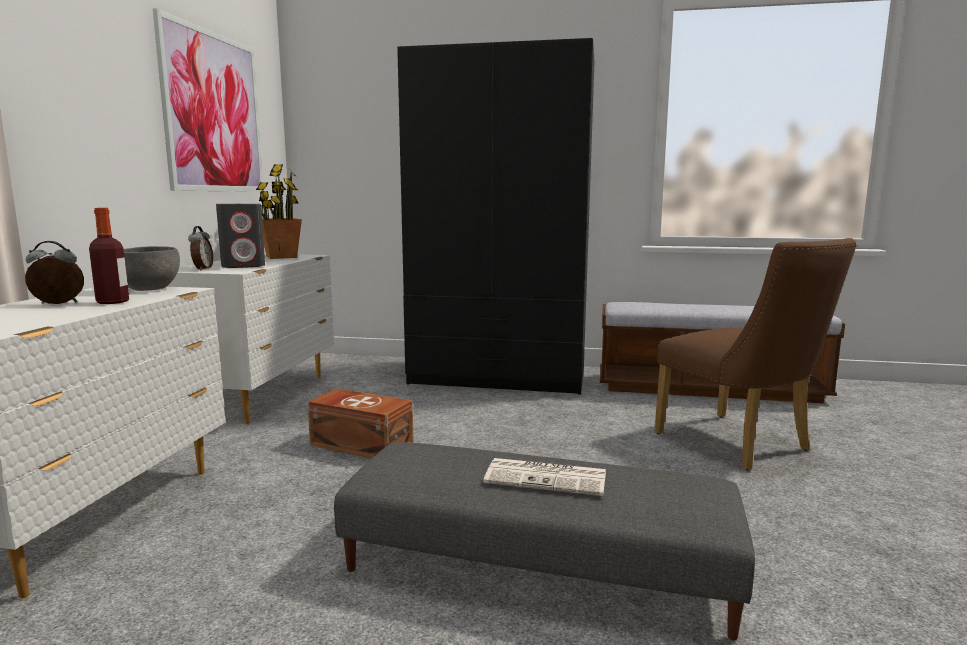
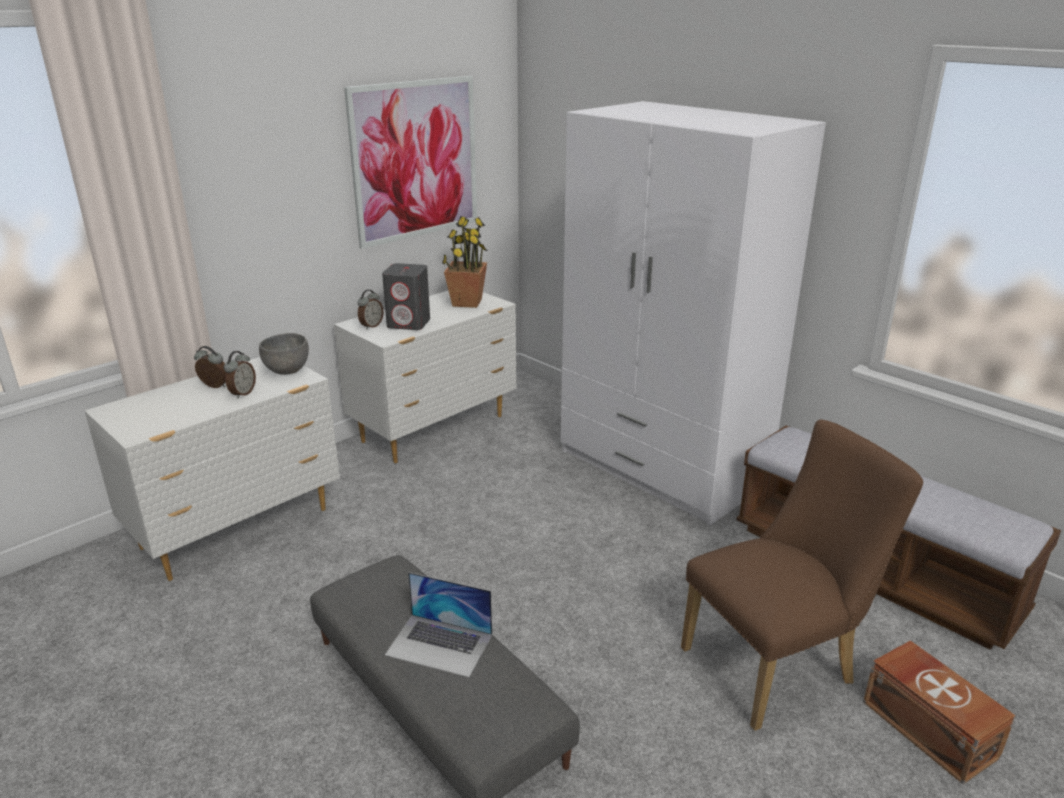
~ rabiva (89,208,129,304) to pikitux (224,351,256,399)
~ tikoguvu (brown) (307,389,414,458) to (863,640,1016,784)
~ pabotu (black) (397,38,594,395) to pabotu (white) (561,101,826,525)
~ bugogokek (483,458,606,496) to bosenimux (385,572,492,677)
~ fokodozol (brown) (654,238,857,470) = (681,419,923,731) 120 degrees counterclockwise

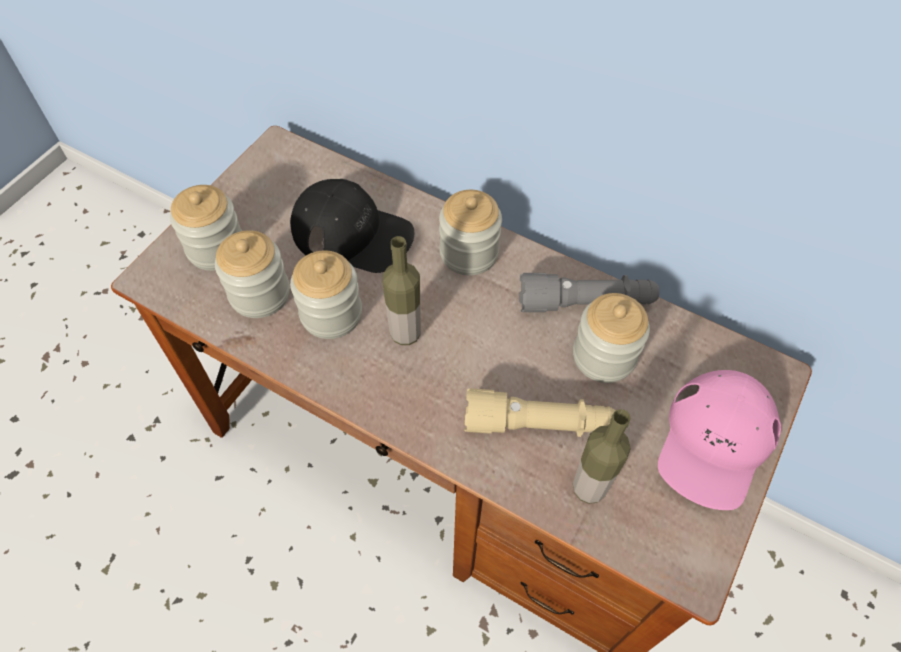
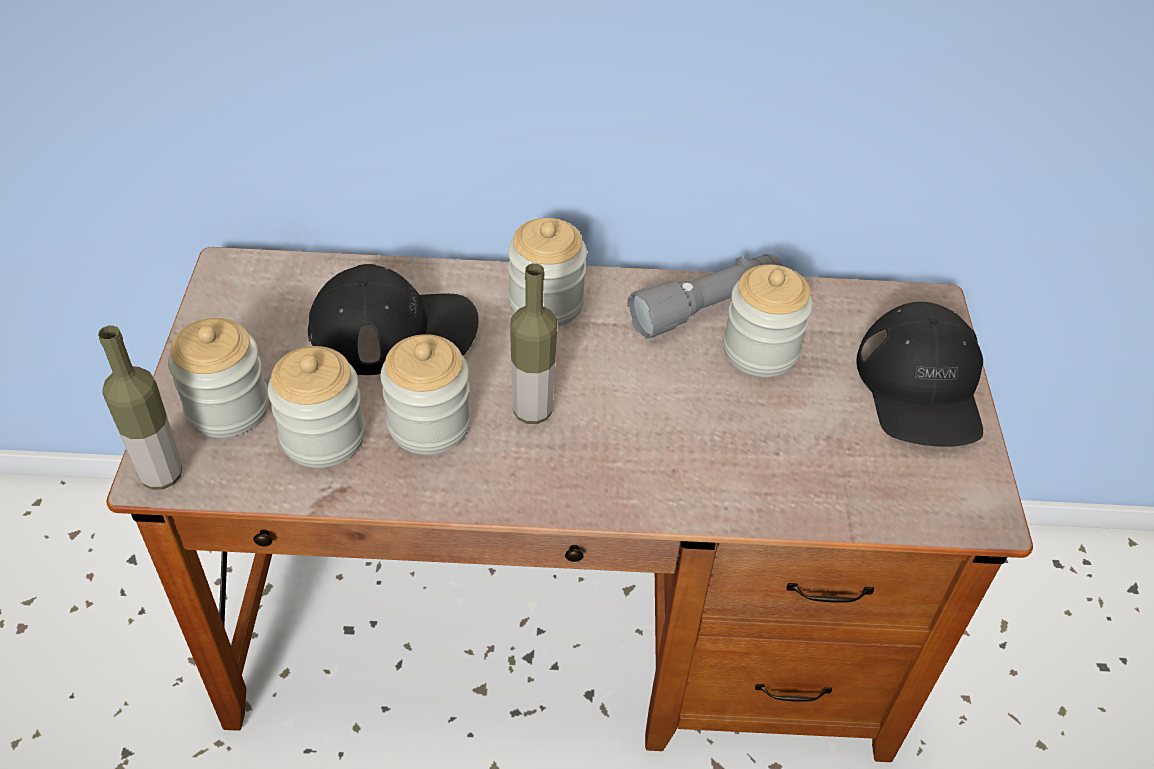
- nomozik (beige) (464,388,616,437)
~ rabiva (573,409,631,504) to (98,325,182,490)
~ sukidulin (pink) (658,370,781,510) to sukidulin (black) (856,302,983,447)

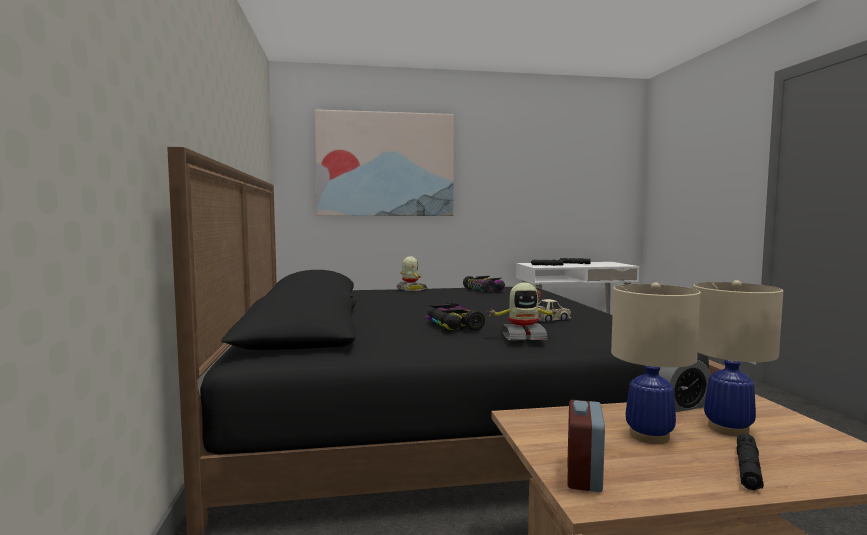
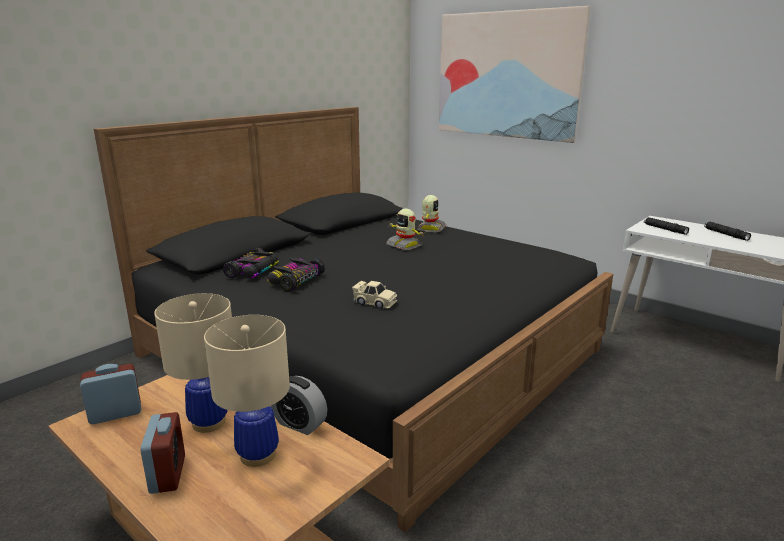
~ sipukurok (463,276,505,293) to (223,247,279,279)
~ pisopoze (487,283,559,341) to (386,209,423,250)
~ nomozik (black) (736,433,764,491) to pikitux (140,412,185,494)

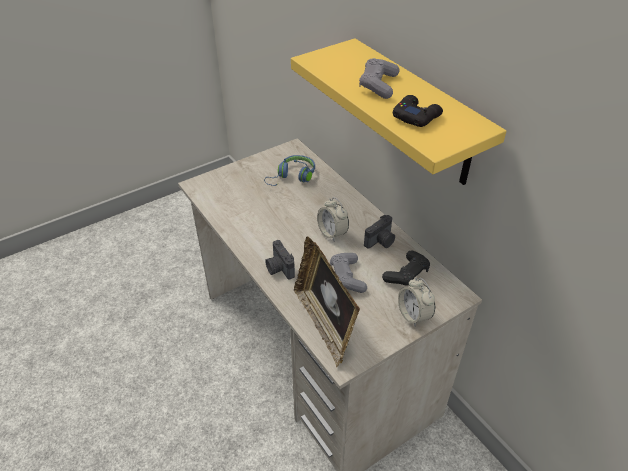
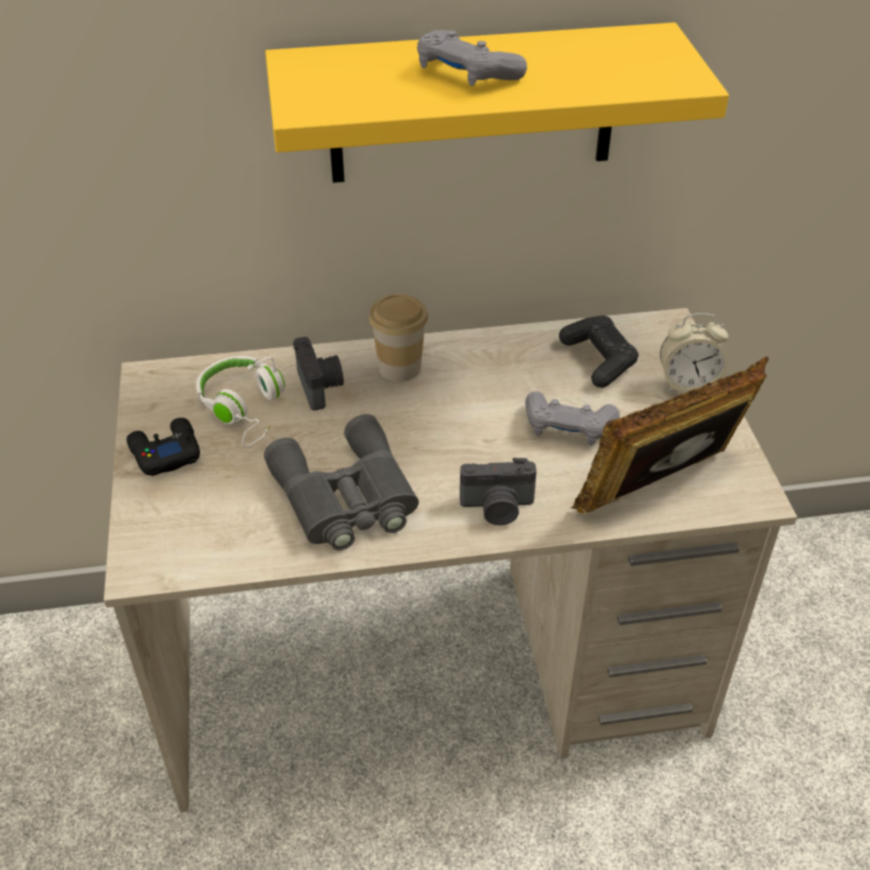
~ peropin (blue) (264,155,315,186) to peropin (white) (196,356,285,447)
~ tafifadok (294,236,360,367) = (570,356,770,514) 150 degrees clockwise
- pikitux (317,197,349,241)
~ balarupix (364,215,395,248) to (293,337,344,410)
~ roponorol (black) (393,95,443,127) to (127,418,200,476)
+ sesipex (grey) (264,414,419,550)
+ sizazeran (369,293,428,382)

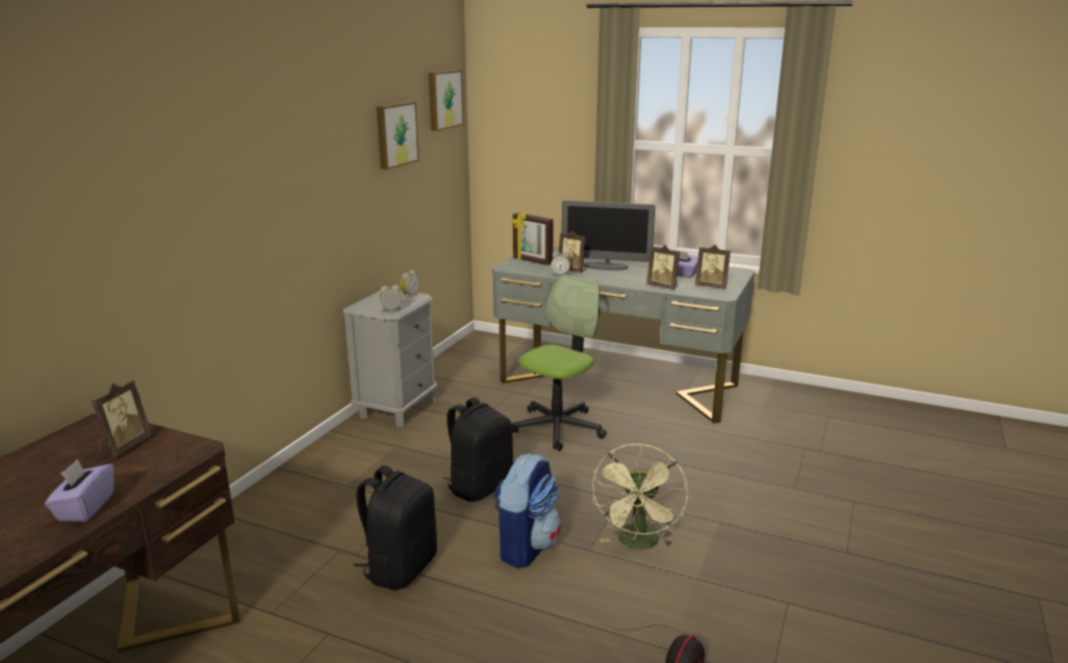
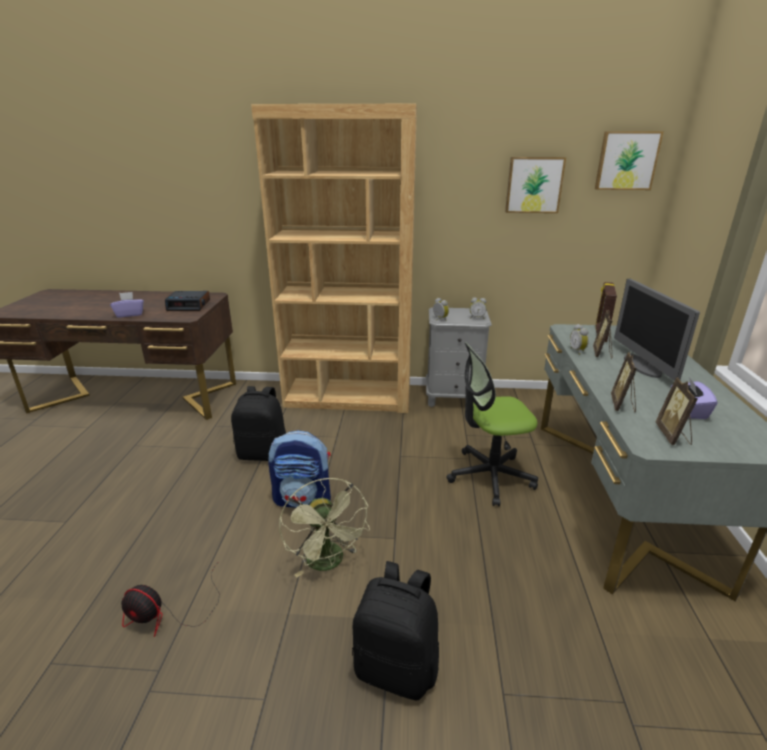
~ tafifadok (91,380,152,458) to pikitux (165,291,210,311)
~ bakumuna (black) (443,397,513,502) to (352,561,439,700)
~ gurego (512,275,607,451) = (447,342,538,506) 150 degrees clockwise
~ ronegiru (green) (592,443,688,549) = (279,478,370,578) 105 degrees counterclockwise
+ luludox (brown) (251,104,417,413)

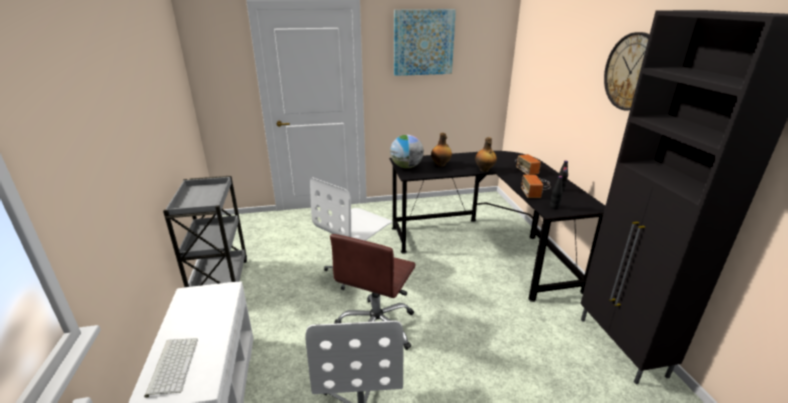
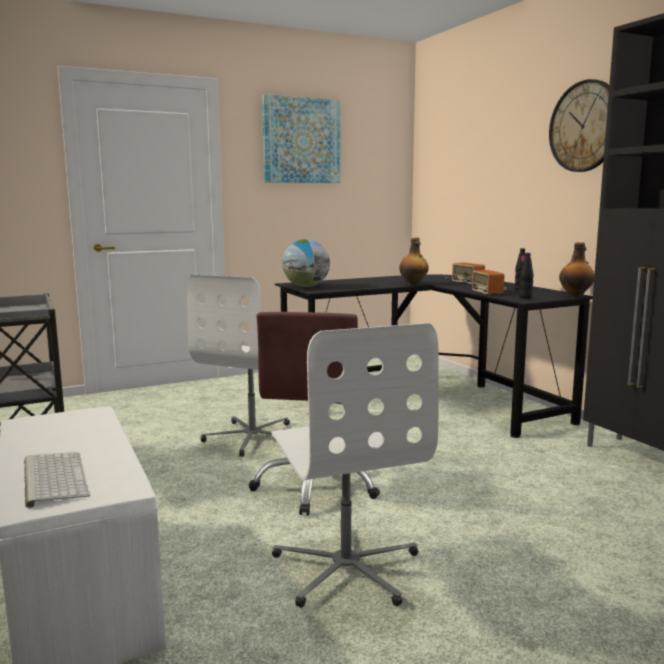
~ rabiva (431,133,452,167) to (559,242,595,297)

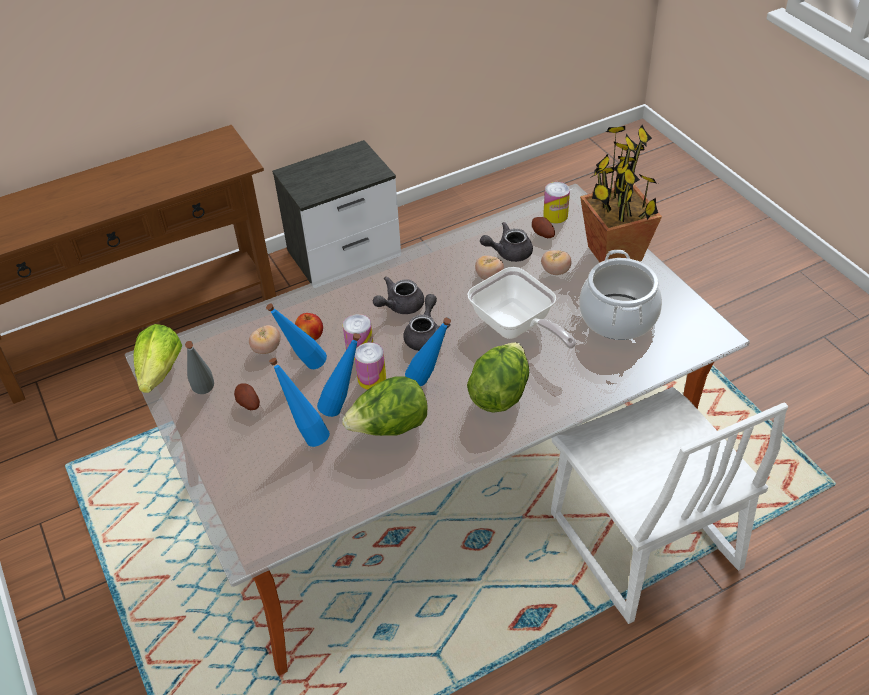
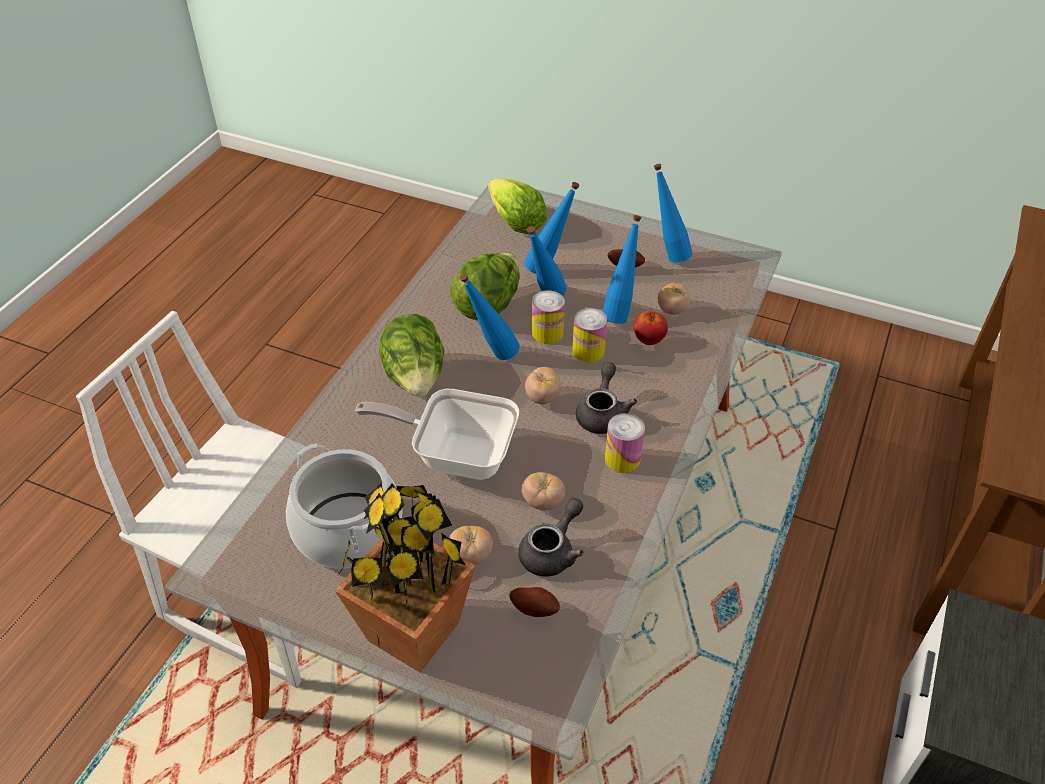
~ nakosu (134,324,182,393) to (488,178,547,234)
~ rabiva (grey) (185,341,214,394) to rabiva (blue) (654,164,693,263)
~ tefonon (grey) (403,294,451,351) to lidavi (525,367,561,404)
~ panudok (543,182,570,223) to (605,413,645,473)

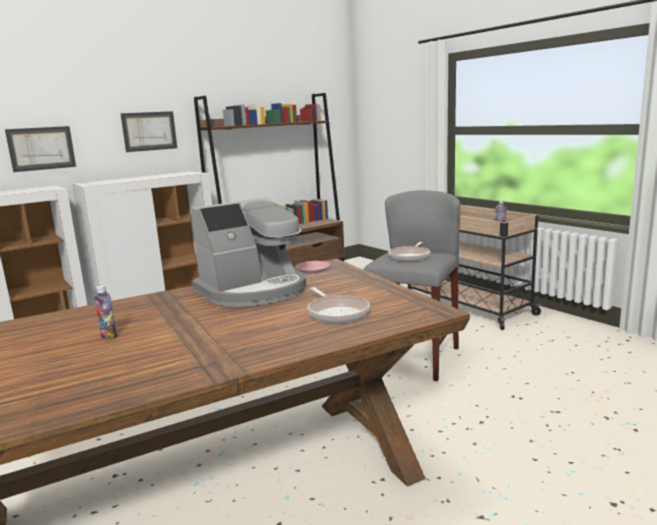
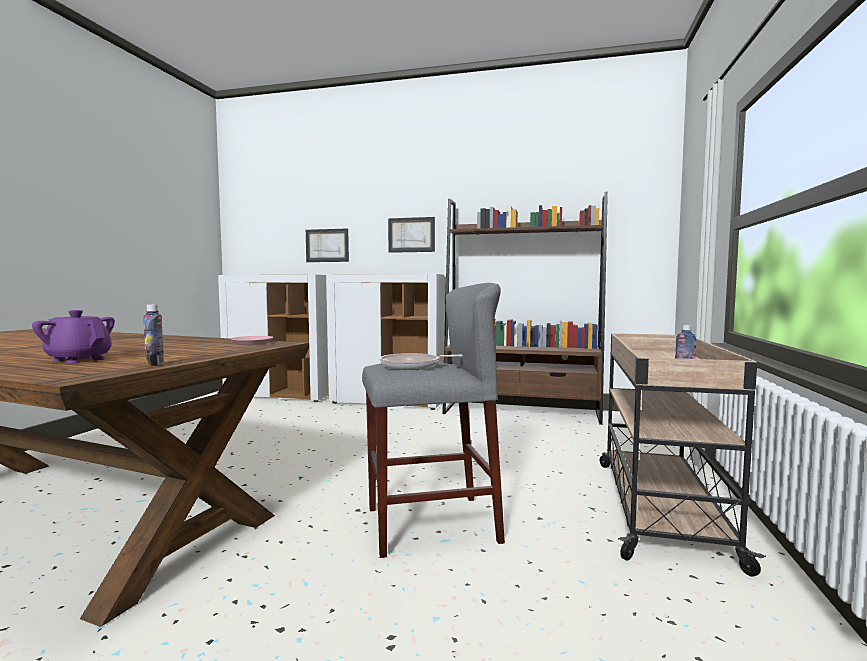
~ rabiva (94,285,117,339) to (143,304,164,366)
- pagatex (191,197,306,307)
~ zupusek (308,287,370,323) to tefonon (purple) (32,310,115,363)

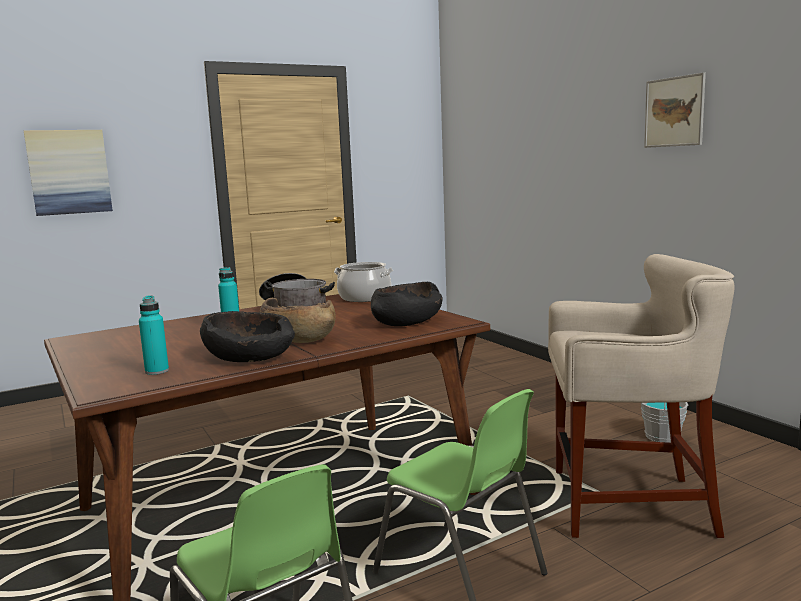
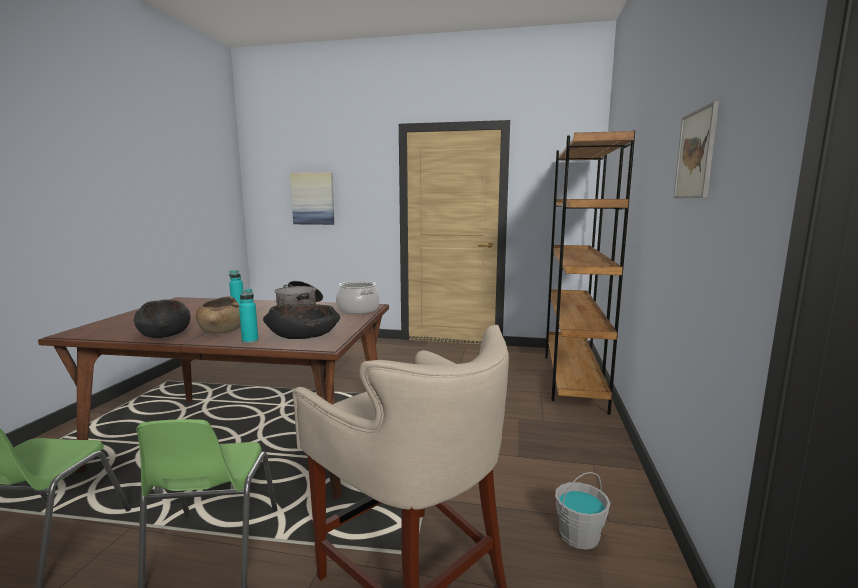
~ rabiva (turquoise) (139,295,169,375) to (239,289,258,343)
+ luludox (brown) (545,131,635,415)

